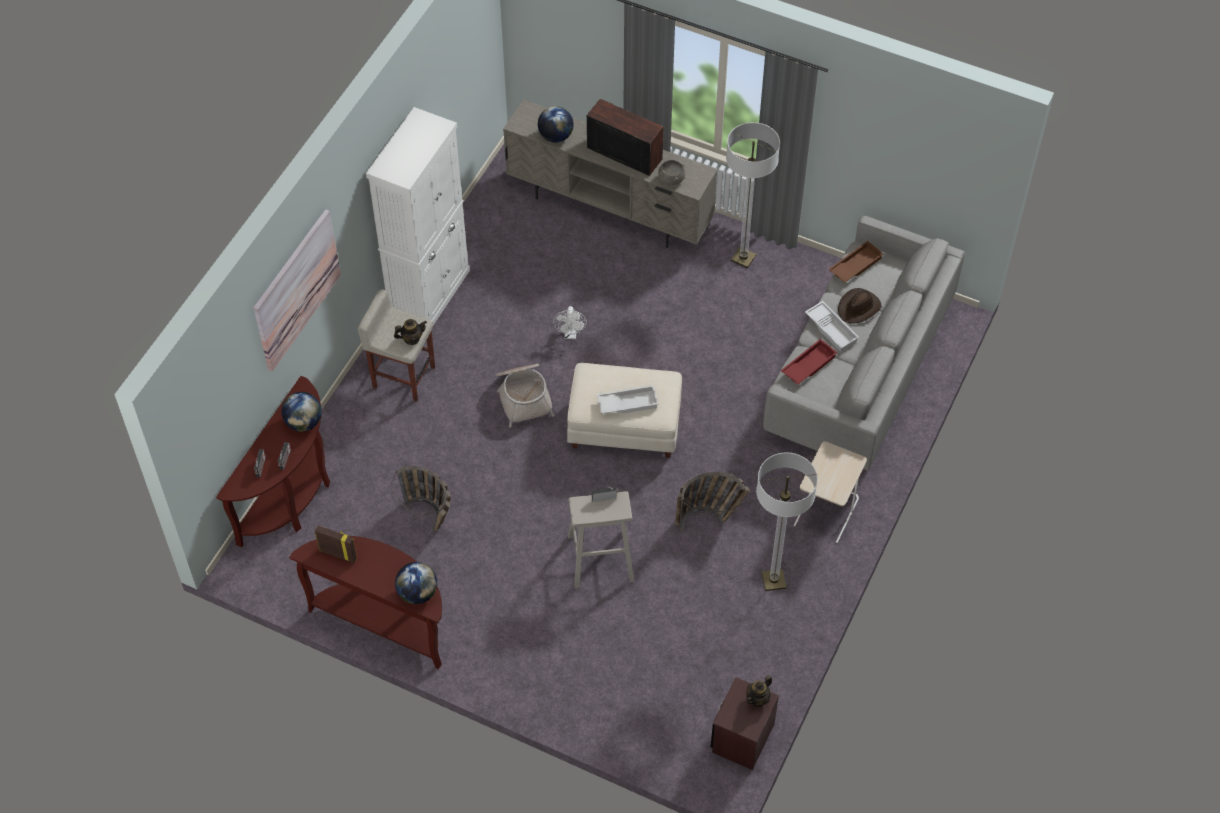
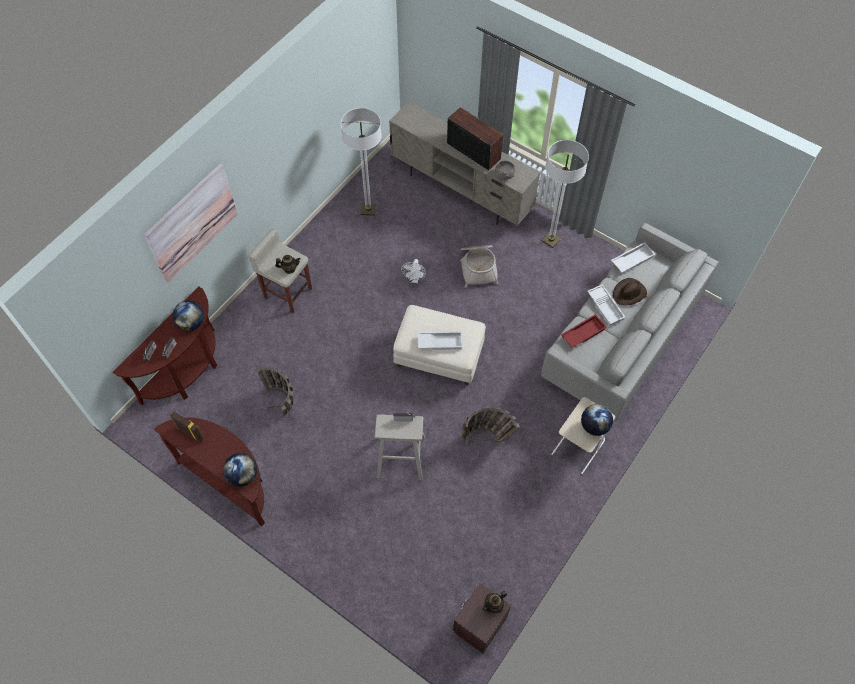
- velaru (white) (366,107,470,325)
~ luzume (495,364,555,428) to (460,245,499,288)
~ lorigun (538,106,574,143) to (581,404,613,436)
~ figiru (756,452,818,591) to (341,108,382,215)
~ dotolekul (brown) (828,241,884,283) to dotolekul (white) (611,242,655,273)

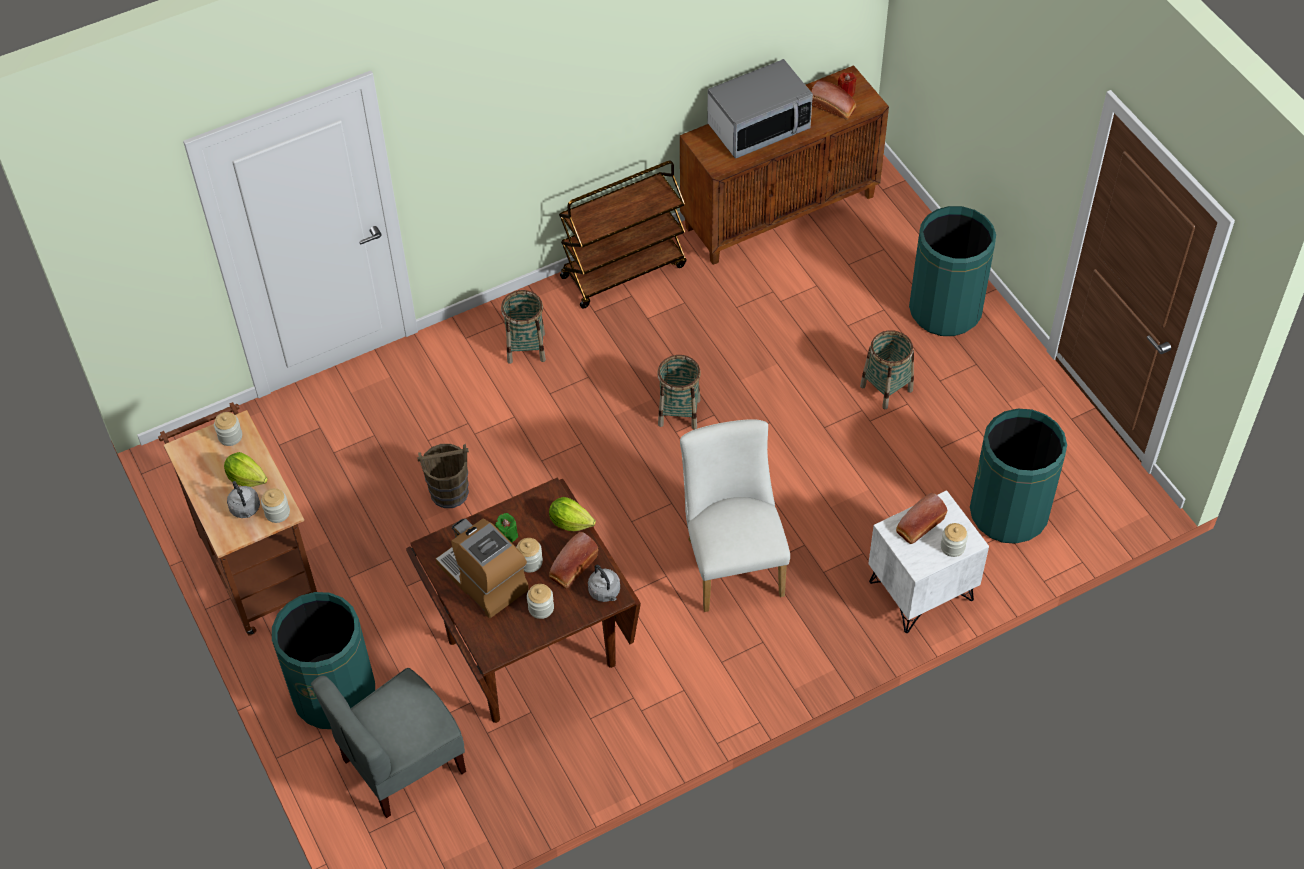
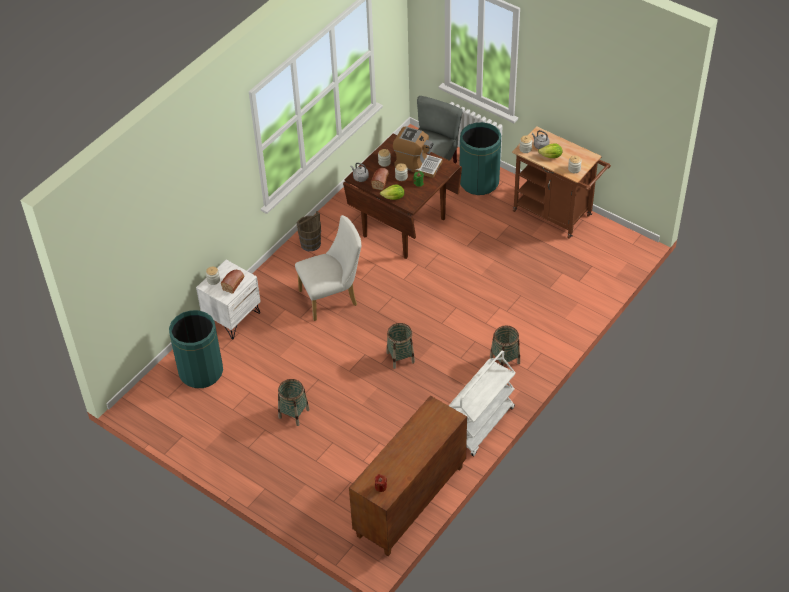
~ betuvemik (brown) (417,444,469,508) to (296,211,321,251)
~ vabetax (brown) (559,160,686,309) to vabetax (white) (448,351,516,456)
~ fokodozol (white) (680,419,790,612) = (295,215,361,321) 75 degrees counterclockwise
- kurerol (707,59,813,159)
- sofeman (811,80,856,119)
- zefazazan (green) (909,206,996,336)

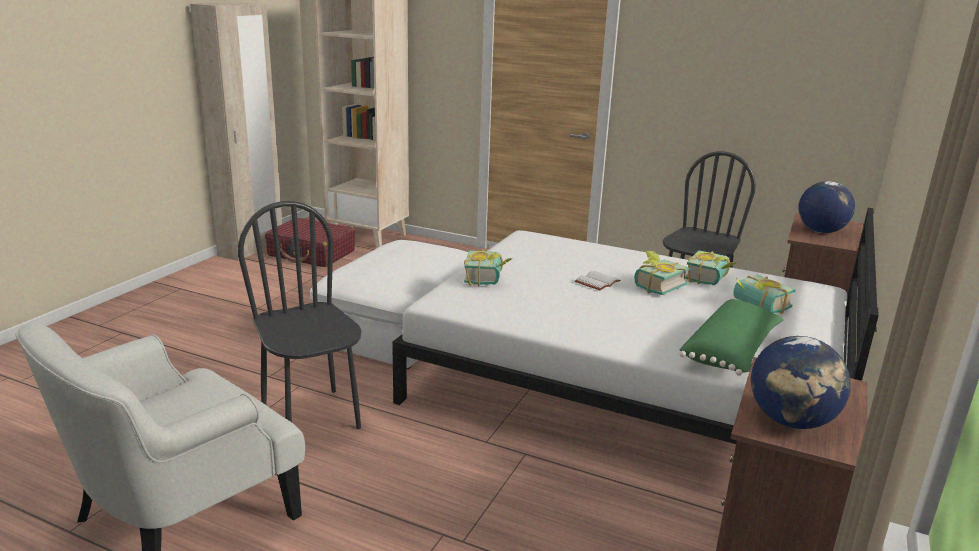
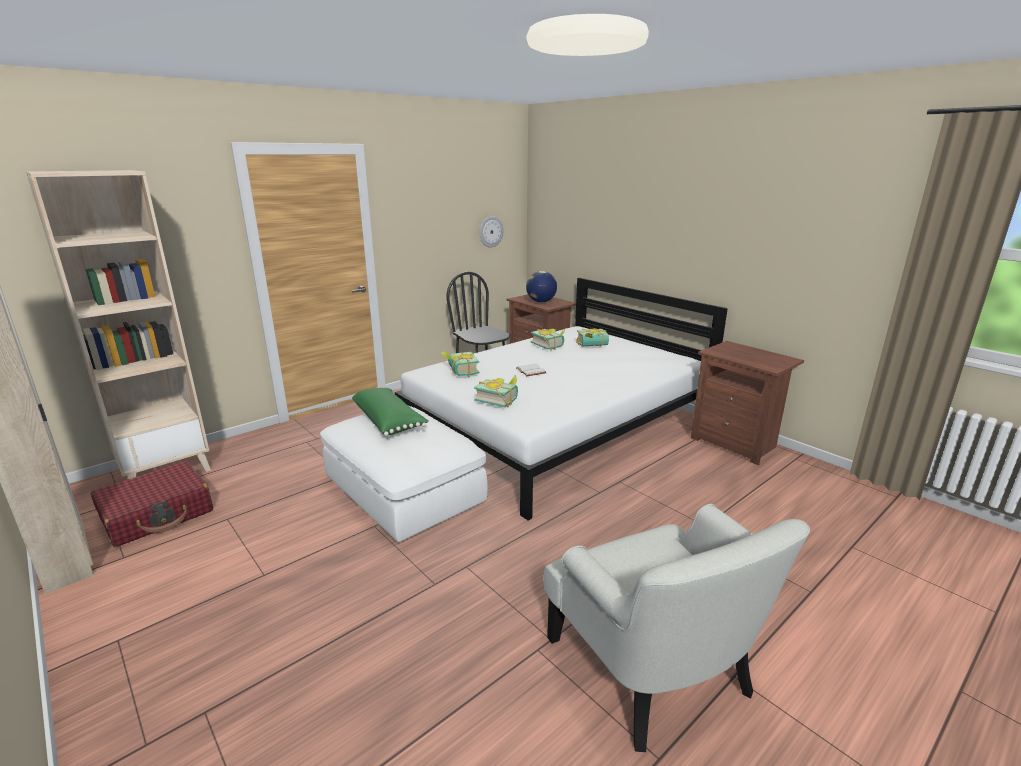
- fokodozol (black) (238,201,361,429)
~ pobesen (634,251,689,295) to (441,351,479,377)
~ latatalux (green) (679,299,784,376) to (352,388,429,436)
- lorigun (751,336,851,429)
+ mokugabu (479,216,503,248)

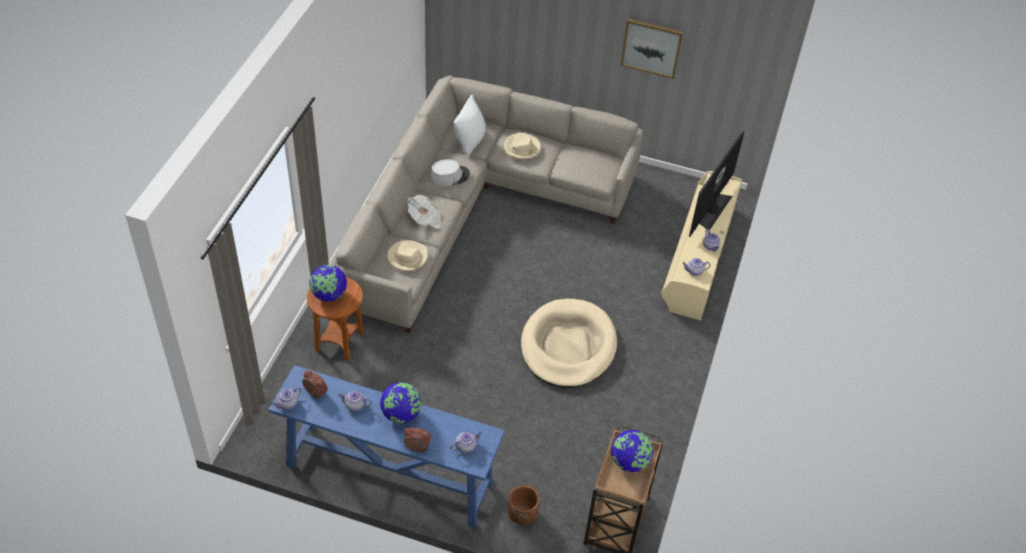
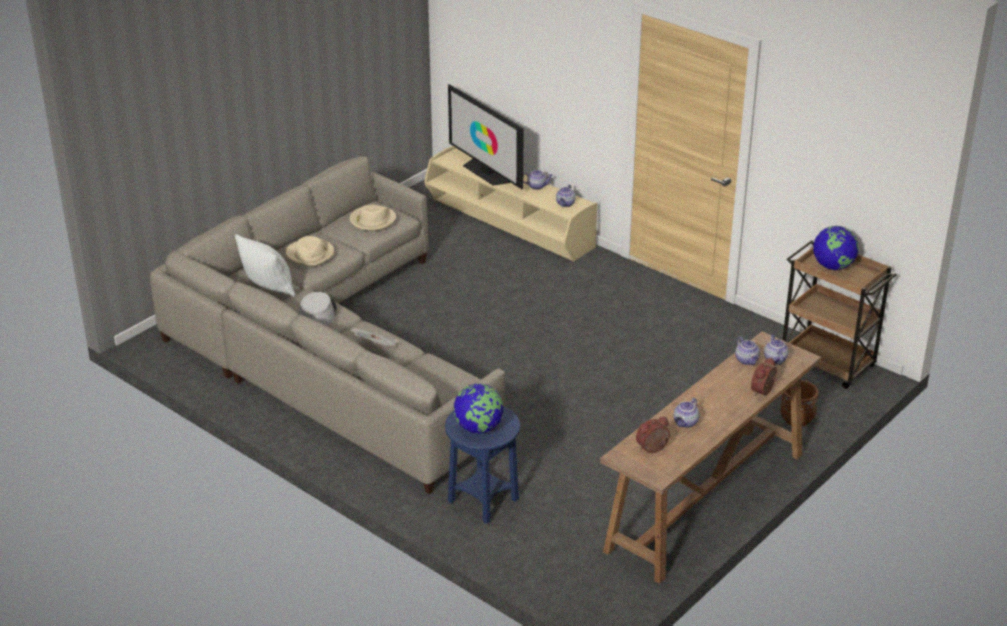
~ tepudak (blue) (268,365,505,528) to tepudak (brown) (600,331,821,584)
~ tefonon (272,387,301,410) to (735,336,760,365)
~ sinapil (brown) (307,277,364,361) to sinapil (blue) (445,406,520,524)
- lorigun (380,382,421,424)
~ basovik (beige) (387,240,428,271) to (350,204,396,231)
- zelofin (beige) (521,299,617,388)
- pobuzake (621,19,683,79)

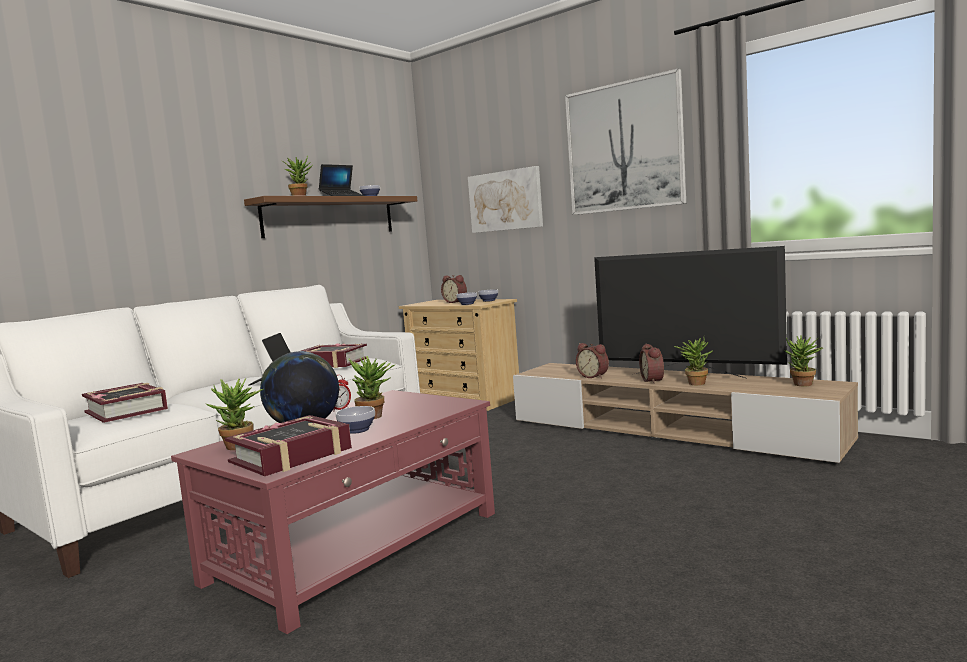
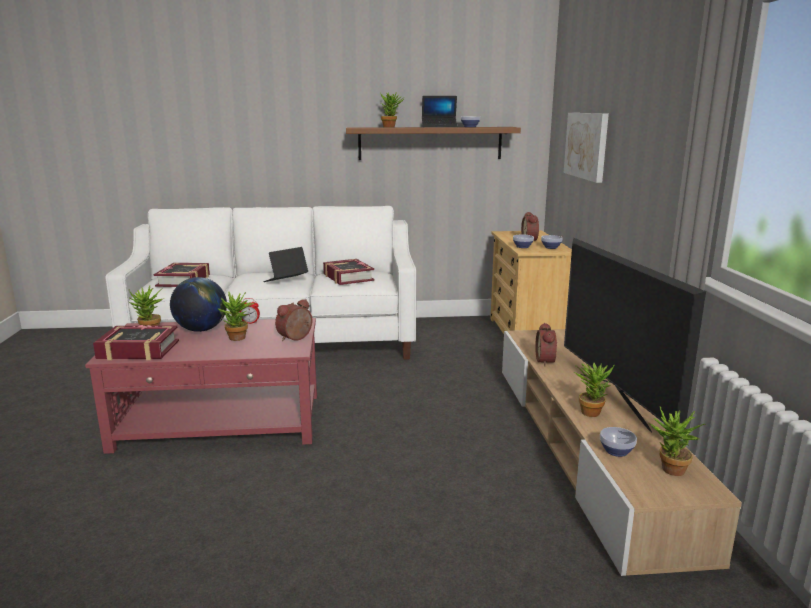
~ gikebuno (336,406,375,434) to (600,427,637,457)
- pobuzake (565,68,686,215)
~ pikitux (639,344,664,384) to (275,299,313,341)

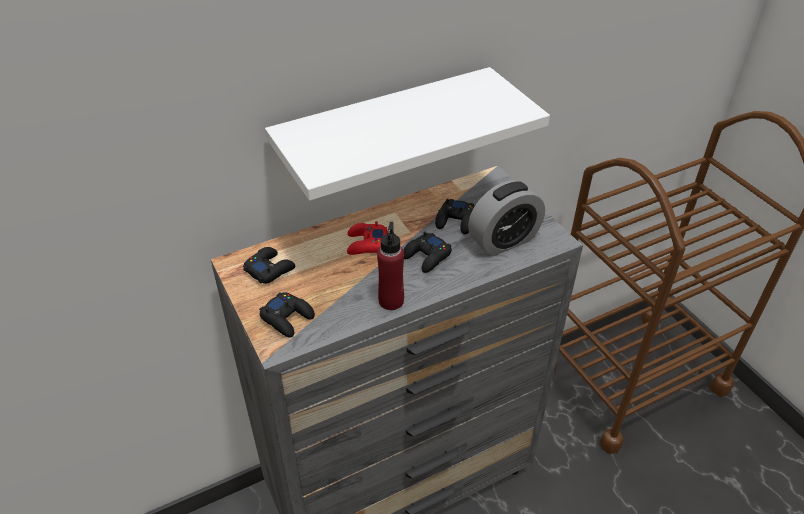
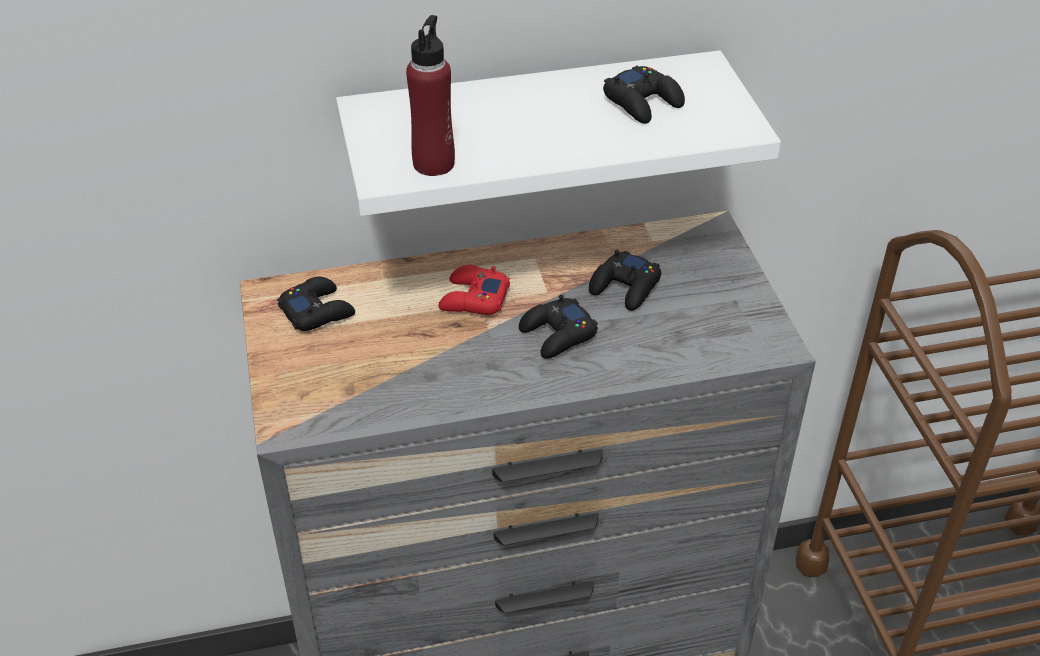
~ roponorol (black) (259,292,315,337) to (603,66,685,124)
~ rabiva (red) (377,222,404,310) to (406,15,455,176)
- pikitux (468,180,545,256)

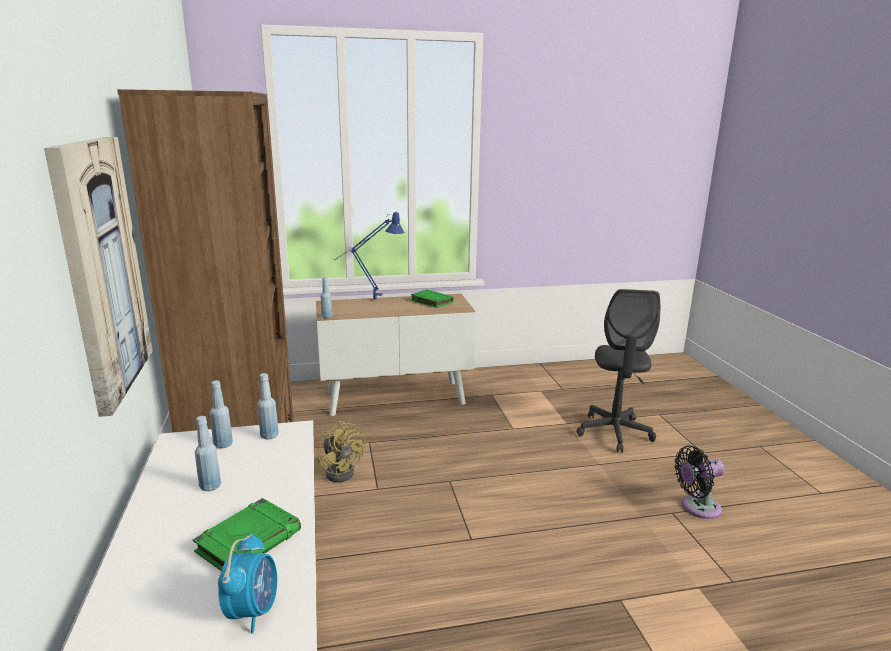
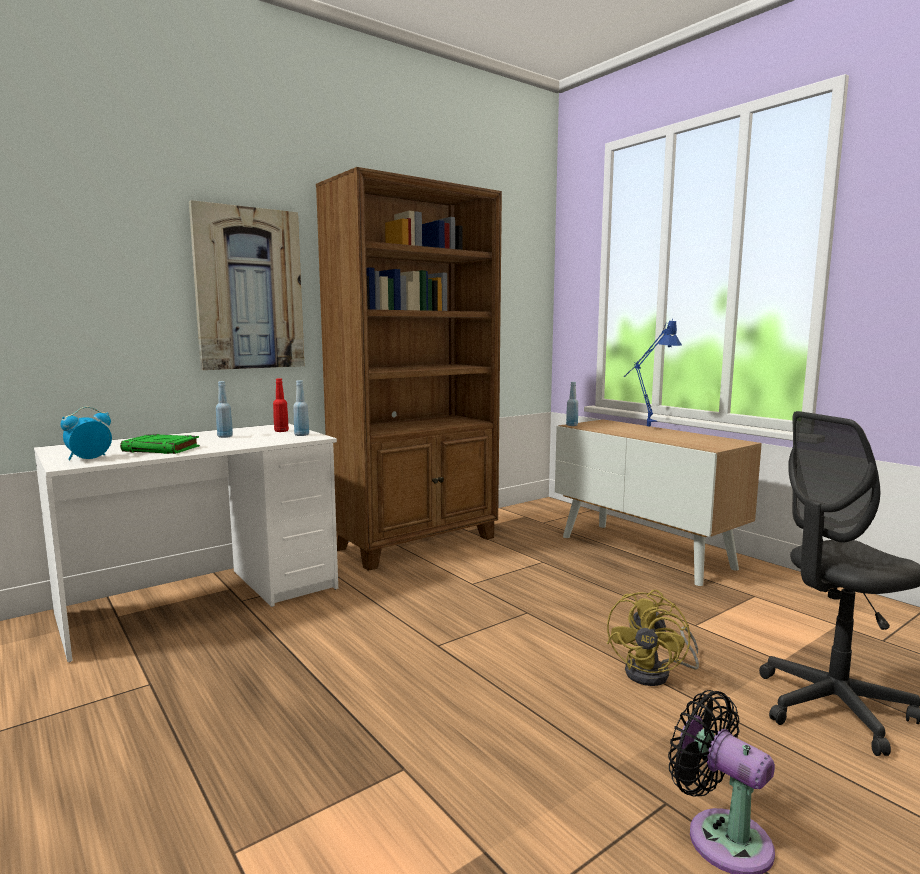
~ rabiva (blue) (210,380,233,448) to rabiva (red) (273,378,289,432)
~ pikitux (218,533,277,634) = (60,407,112,460) 150 degrees clockwise
~ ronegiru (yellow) (318,421,365,482) to (607,590,699,686)
- pobesen (green) (411,290,454,308)

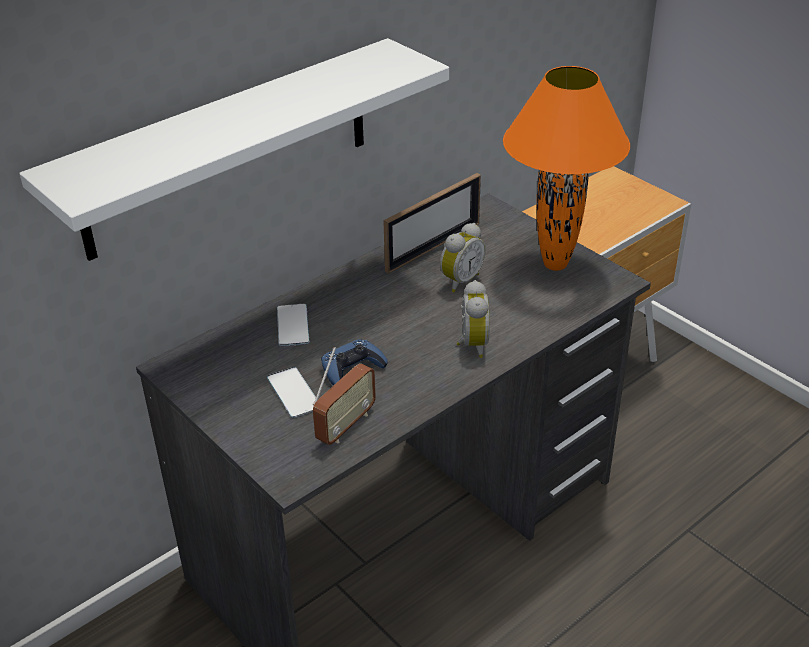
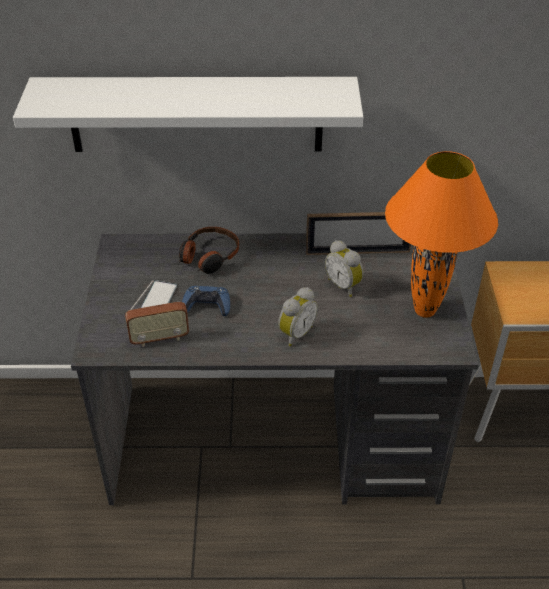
~ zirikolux (277,304,309,346) to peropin (179,227,239,274)
~ pikitux (440,223,485,292) = (325,240,363,297) 60 degrees clockwise

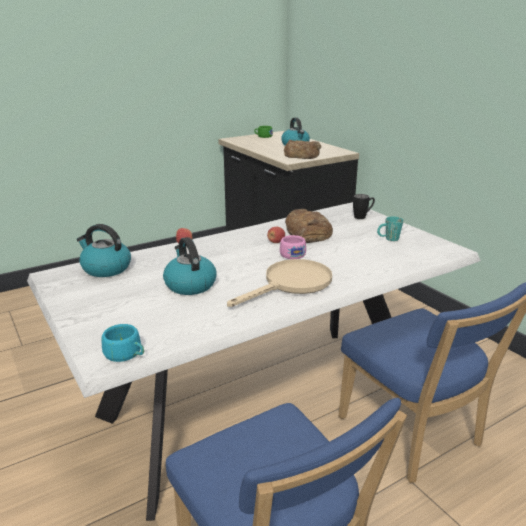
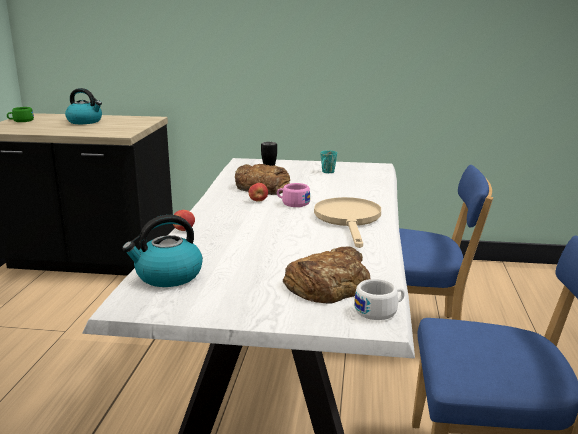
~ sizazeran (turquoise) (102,324,144,362) to sizazeran (white) (354,279,405,320)
- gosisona (163,237,216,295)
~ sofeman (284,140,321,159) to (283,246,371,303)

